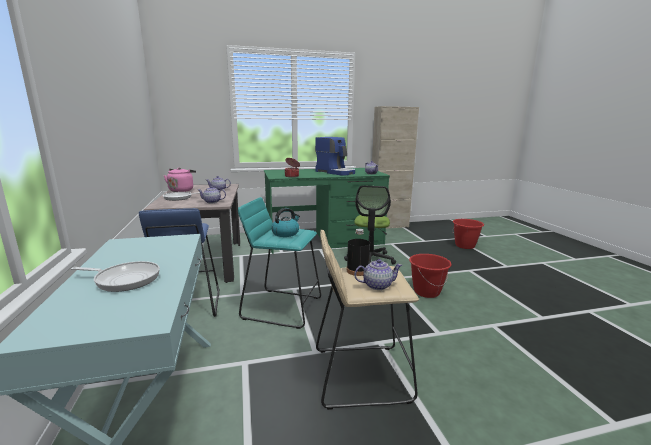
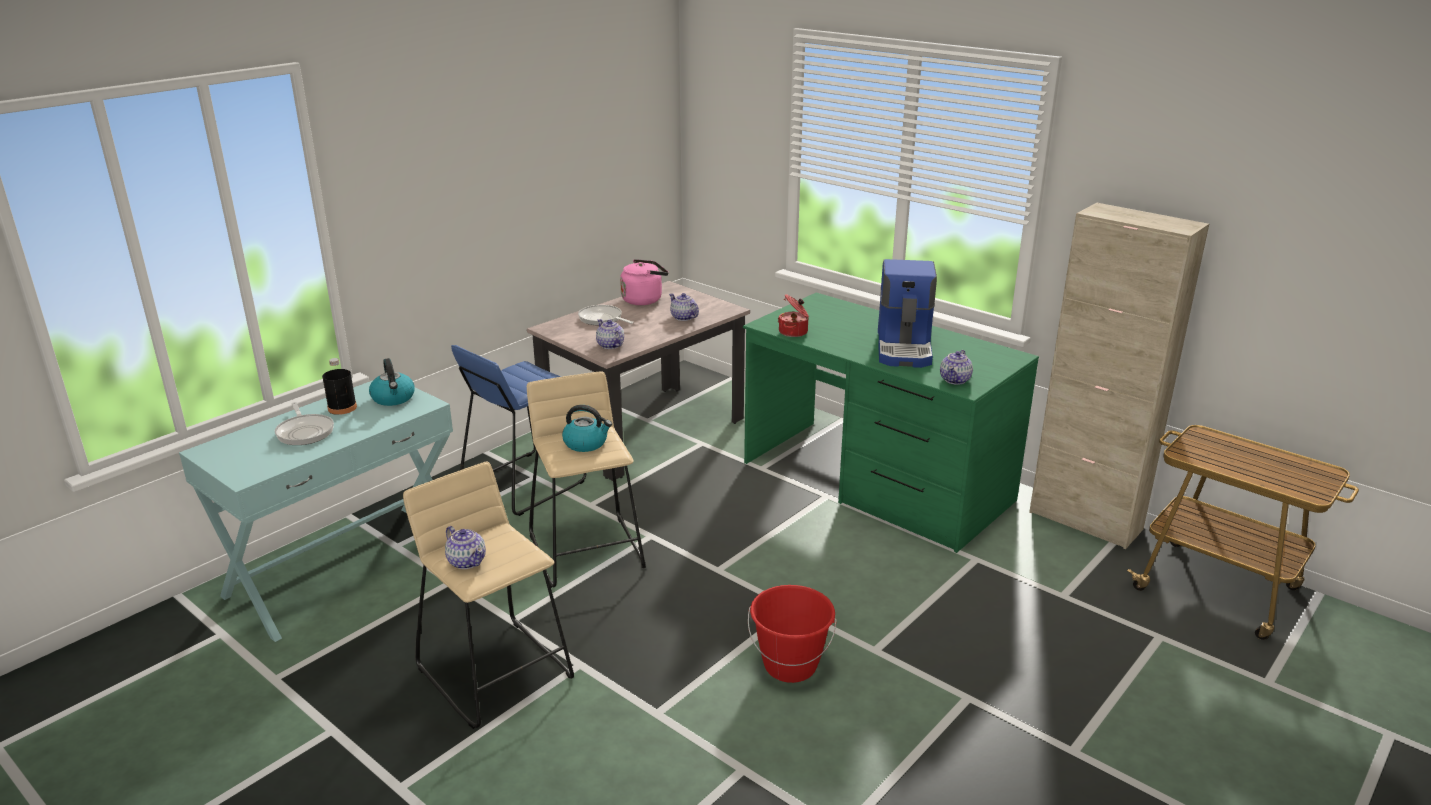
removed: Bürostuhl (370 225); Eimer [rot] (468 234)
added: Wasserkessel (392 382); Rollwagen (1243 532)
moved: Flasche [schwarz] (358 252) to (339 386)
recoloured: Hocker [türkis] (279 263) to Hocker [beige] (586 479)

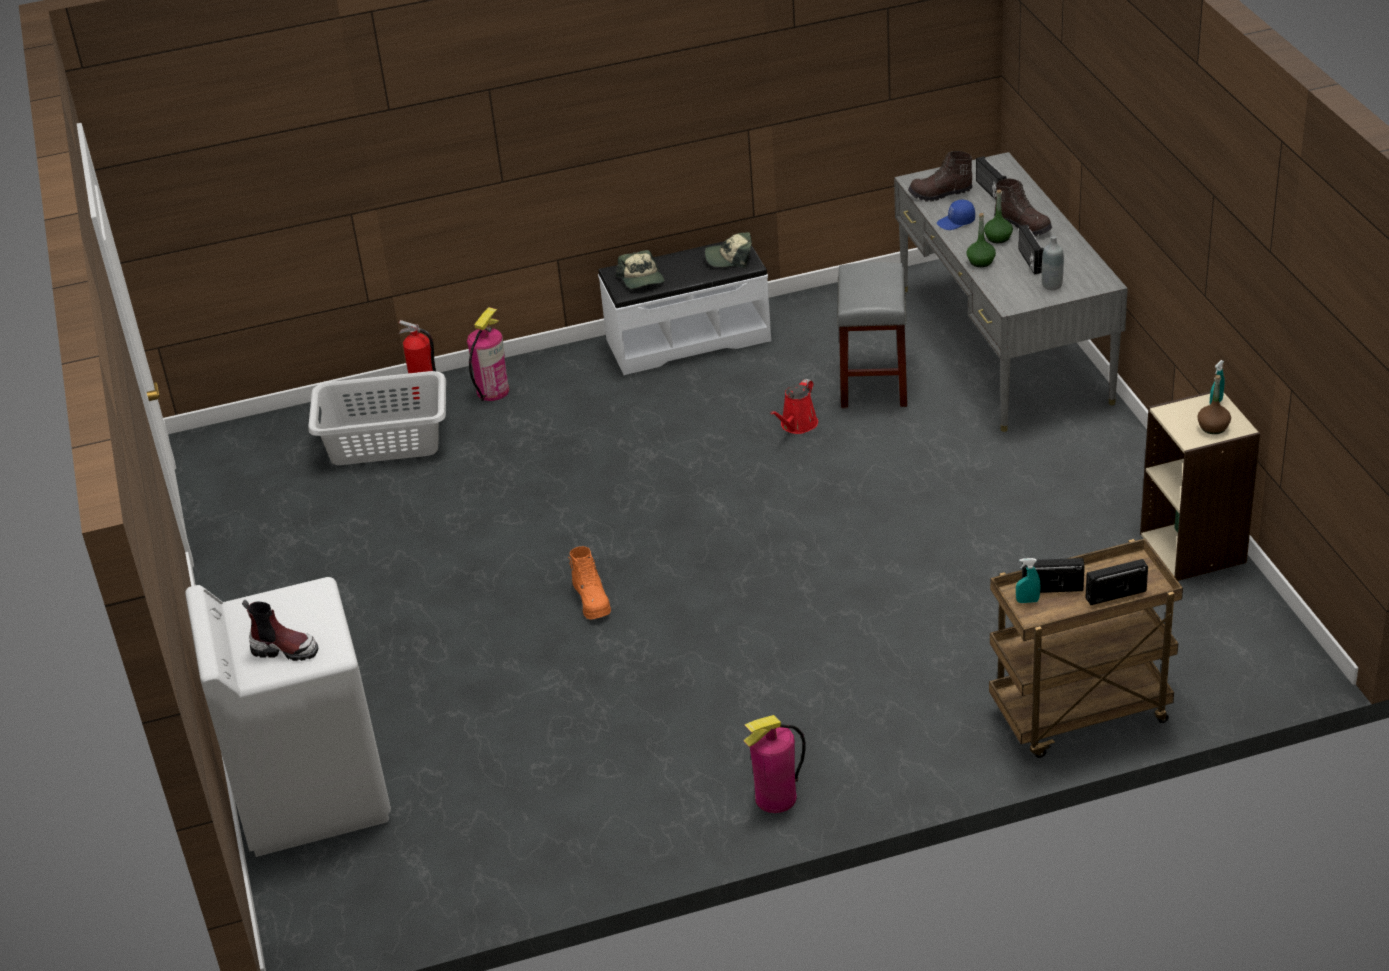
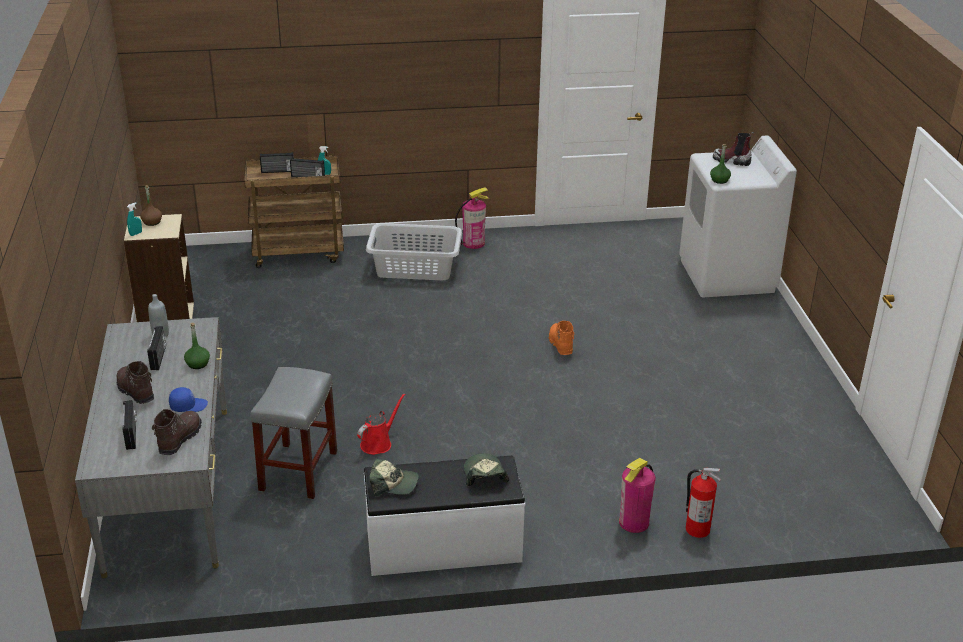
moved: Flasche [grün] (998 216) to (720 164); Wäschekorb [grau] (377 418) to (414 251)
turned: Stiefel [braun] (940 176) = (177 432) 75 degrees counterclockwise

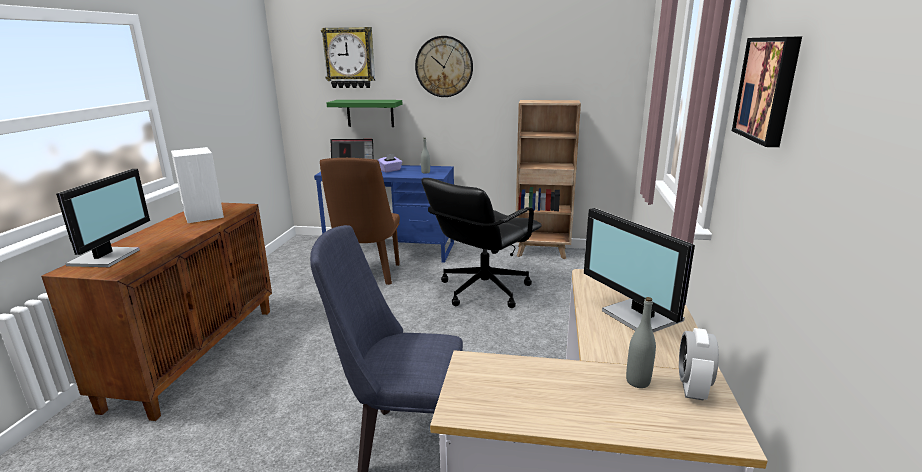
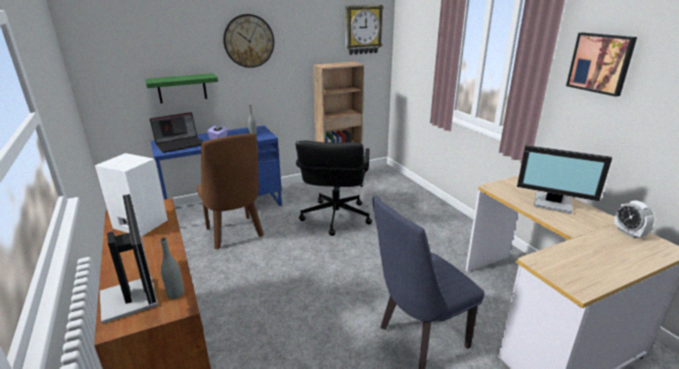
moved: Wanduhr (348 57) to (365 30); Flasche [grau] (641 342) to (172 268)

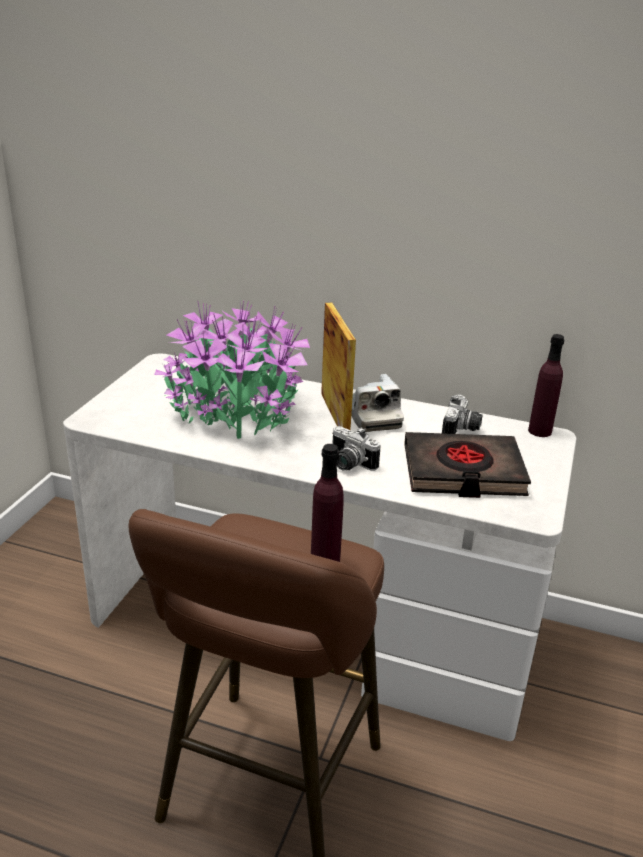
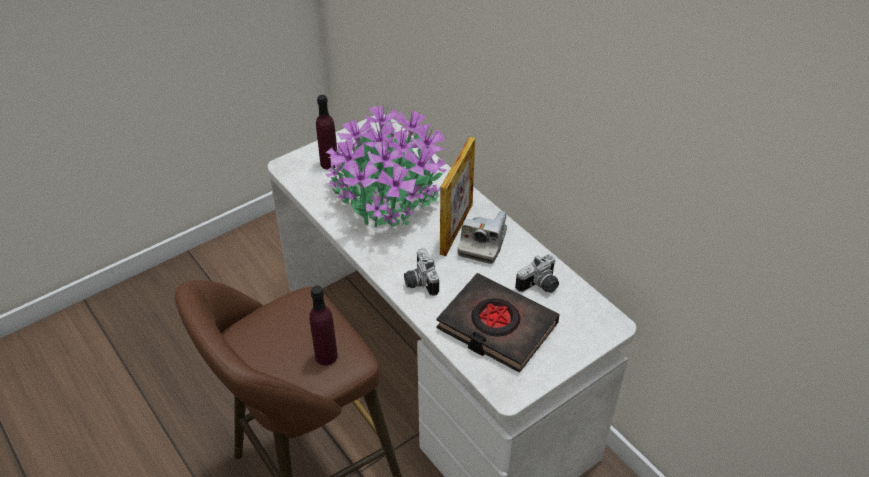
moved: Flasche [lila] (546 385) to (326 132)

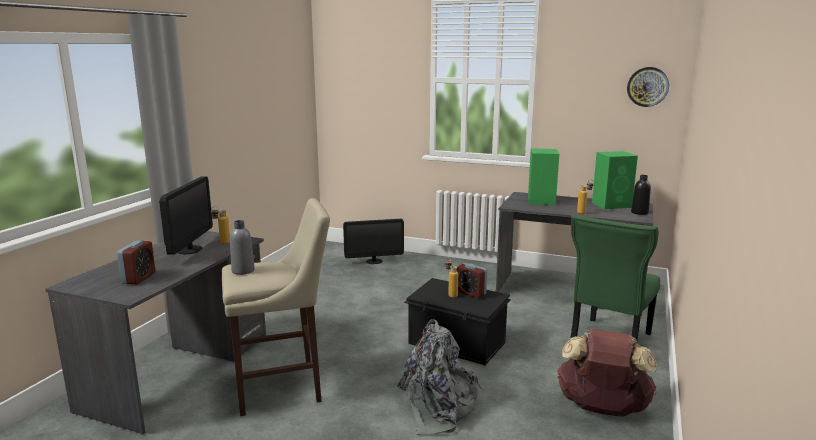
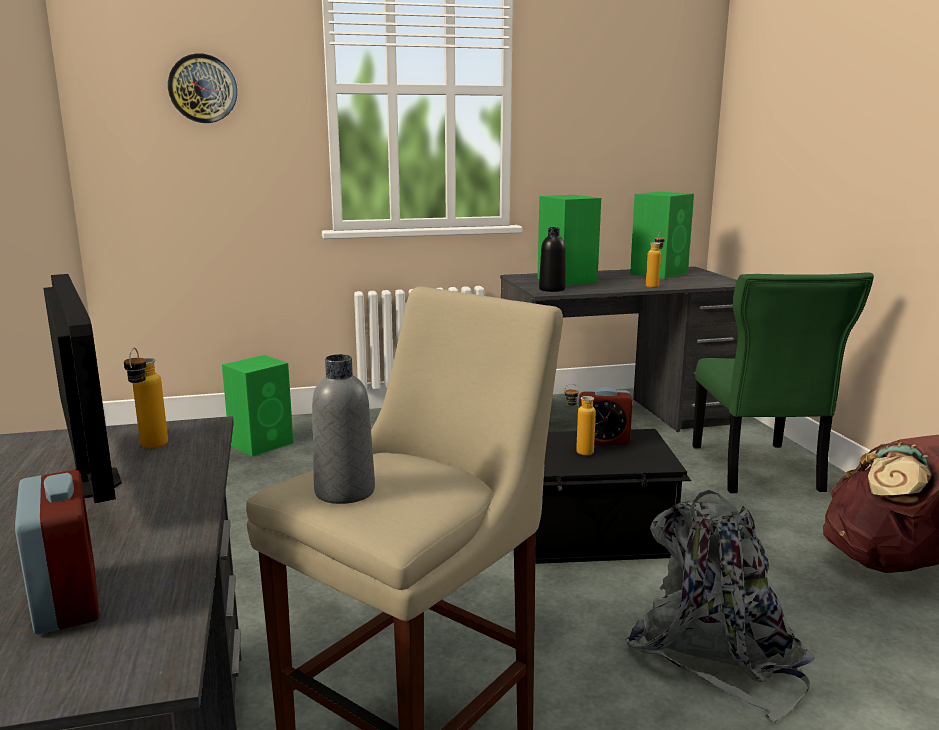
moved: Wanduhr (648 87) to (202 88); Flasche [schwarz] (641 195) to (552 259)
replaced: Monitor (373 241) to Lautsprecher [grün] (258 406)

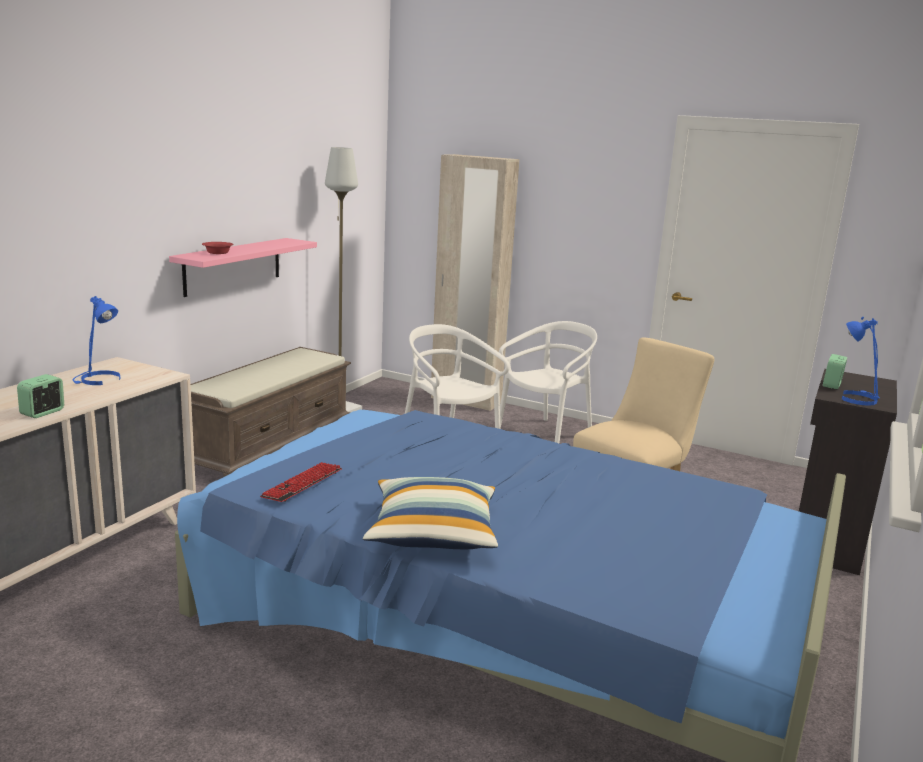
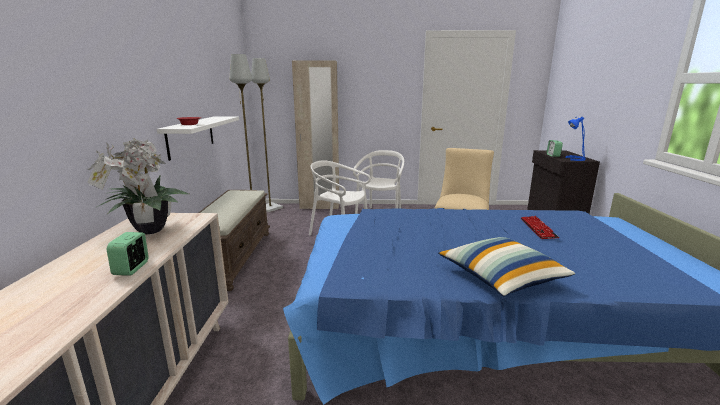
added: Stehlampe [grau] (267 135)
moved: Tastatur (301 482) to (540 227)
replaced: Tischlampe [blau] (97 340) to Topfpflanze (138 186)
recoloured: Wandregal [rosa] (243 267) to Wandregal [weiß] (198 138)

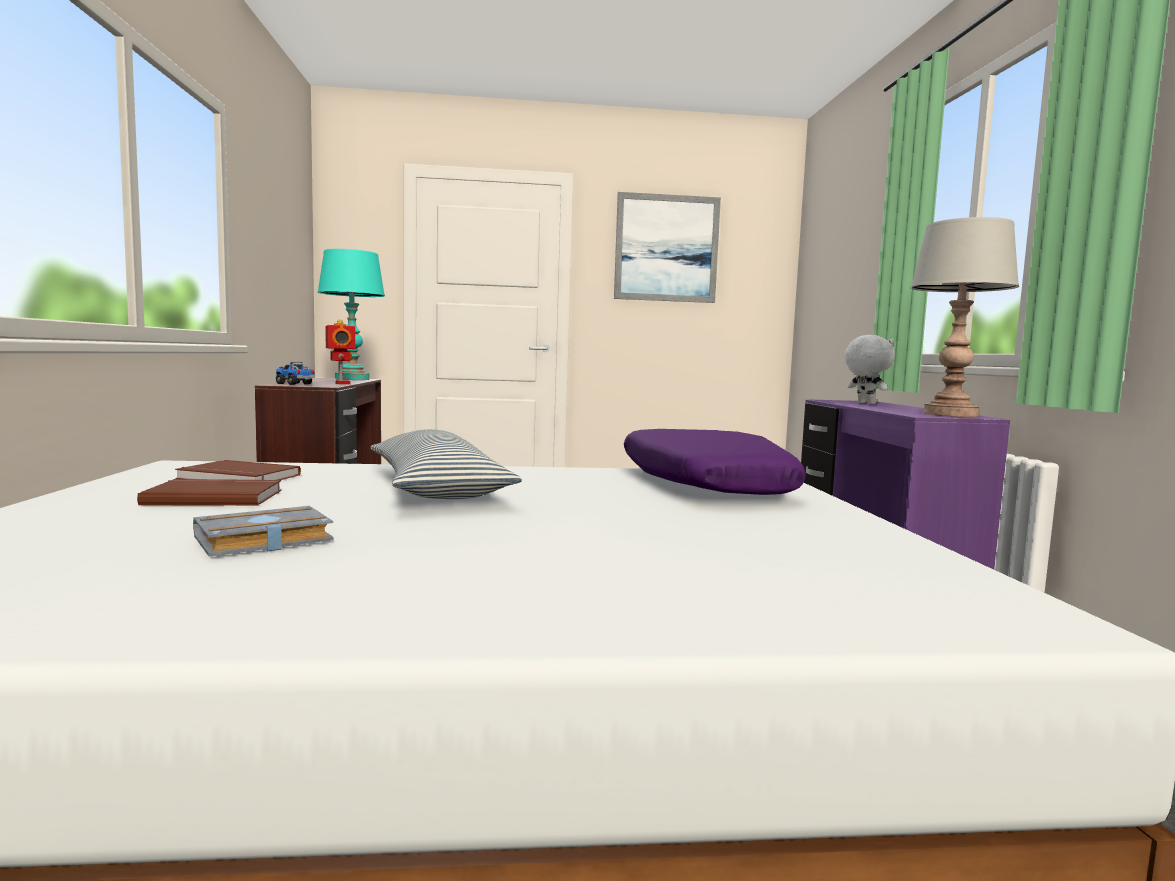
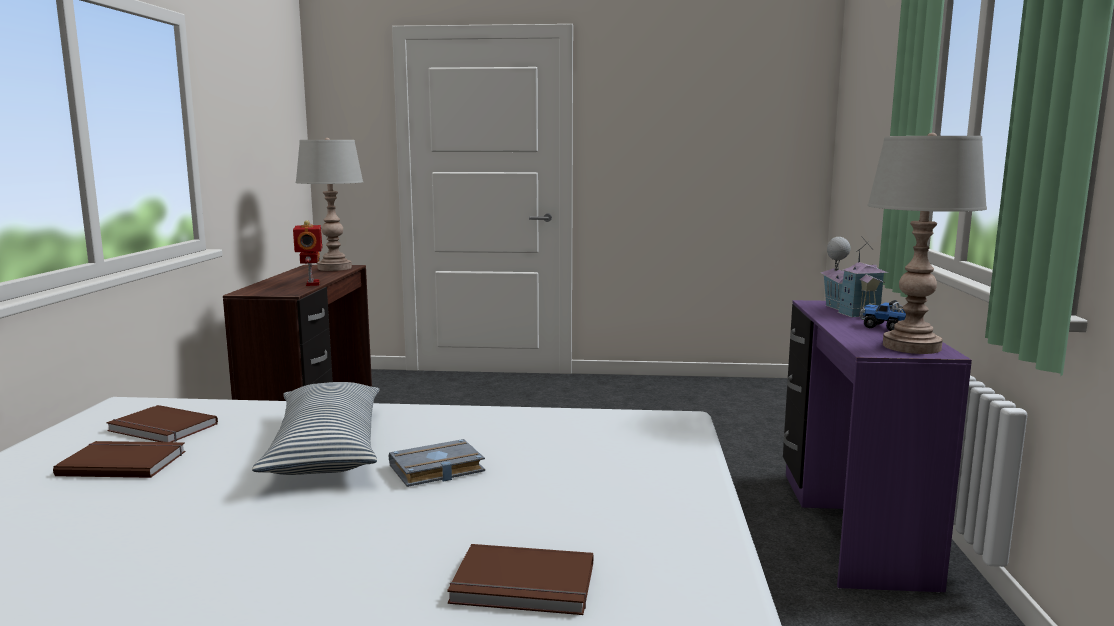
removed: Bild (667 247); Kissen [lila] (715 462)
added: Buch [braun] (520 579)
moved: Spielzeuglaster (295 373) to (883 315); Buch [grau] (263 531) to (437 463)
replaced: Plüschtier [weiß] (869 369) to Spielzeughaus (854 277)
recoloured: Tischlampe [türkis] (351 314) to Tischlampe [grau] (329 204)

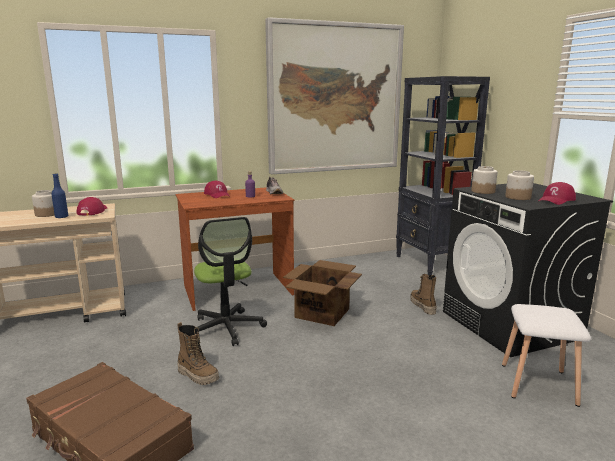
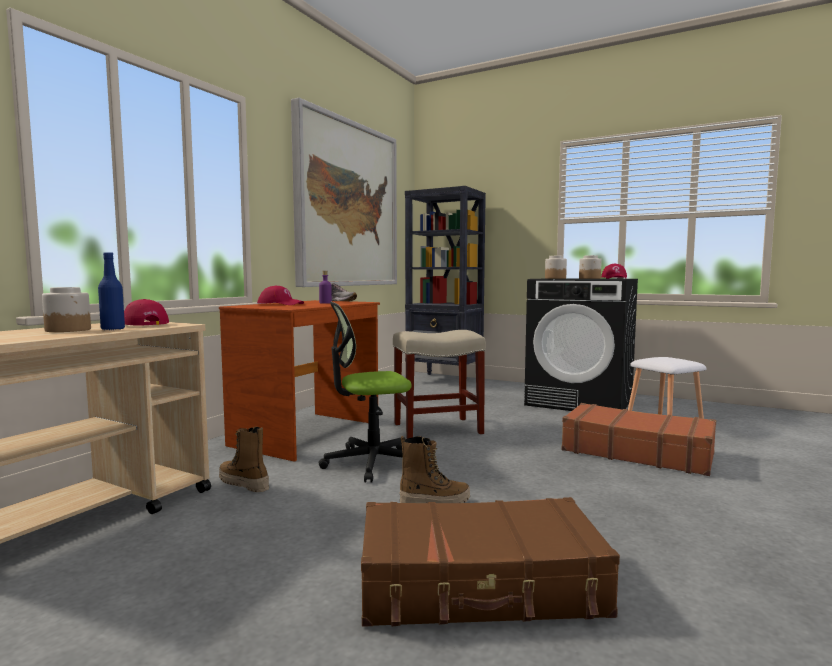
added: Koffer [braun] (638 439)
moved: Stiefel (423 294) to (244 459)
replaced: Karton (322 293) to Hocker [beige] (439 384)
turned: Bürostuhl (230 281) = (365 392) 135 degrees clockwise

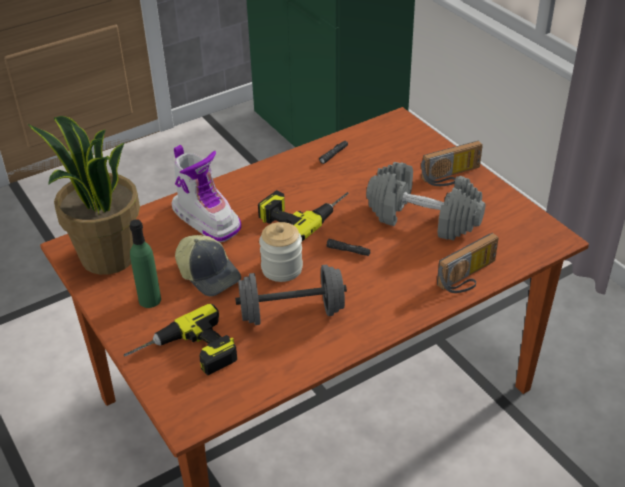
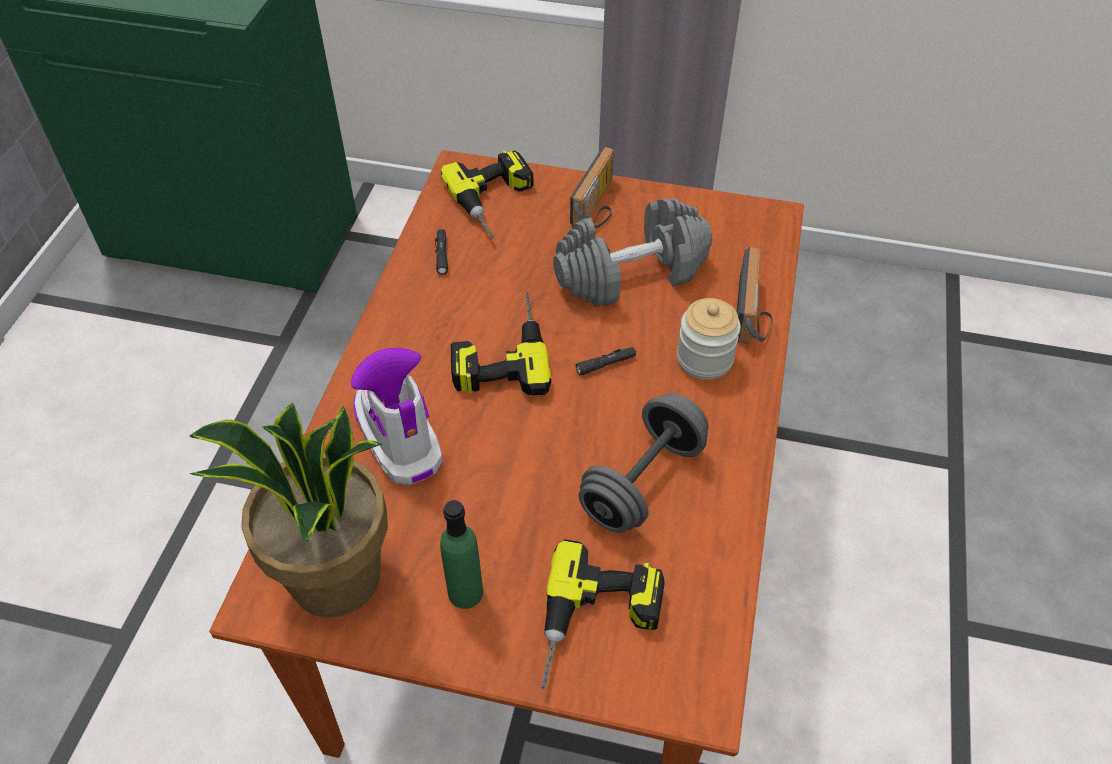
removed: Kappe (208 266)
added: Bohrmaschine (487 194)
moved: Vorratsglas (281 252) to (709 339)
turned: Stiefel (206 193) = (397 417) 120 degrees counterclockwise

